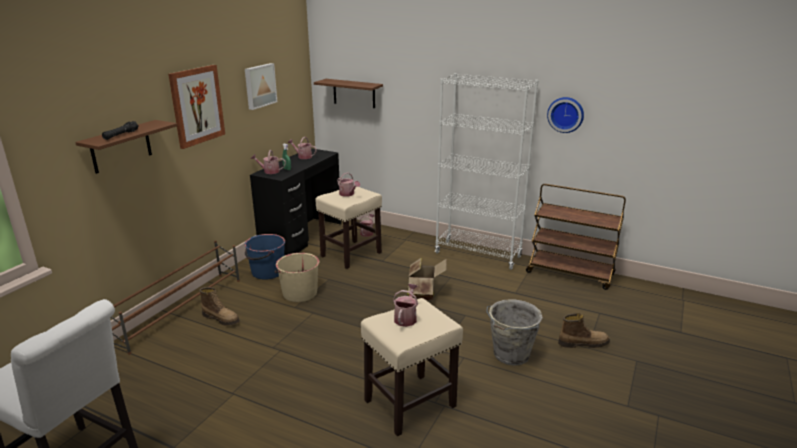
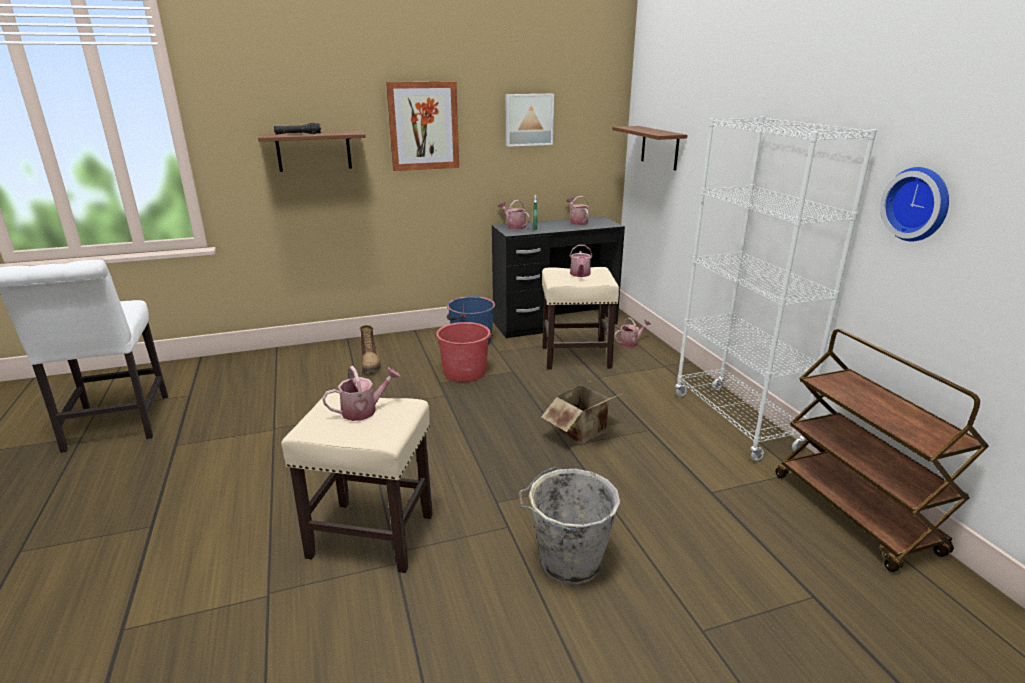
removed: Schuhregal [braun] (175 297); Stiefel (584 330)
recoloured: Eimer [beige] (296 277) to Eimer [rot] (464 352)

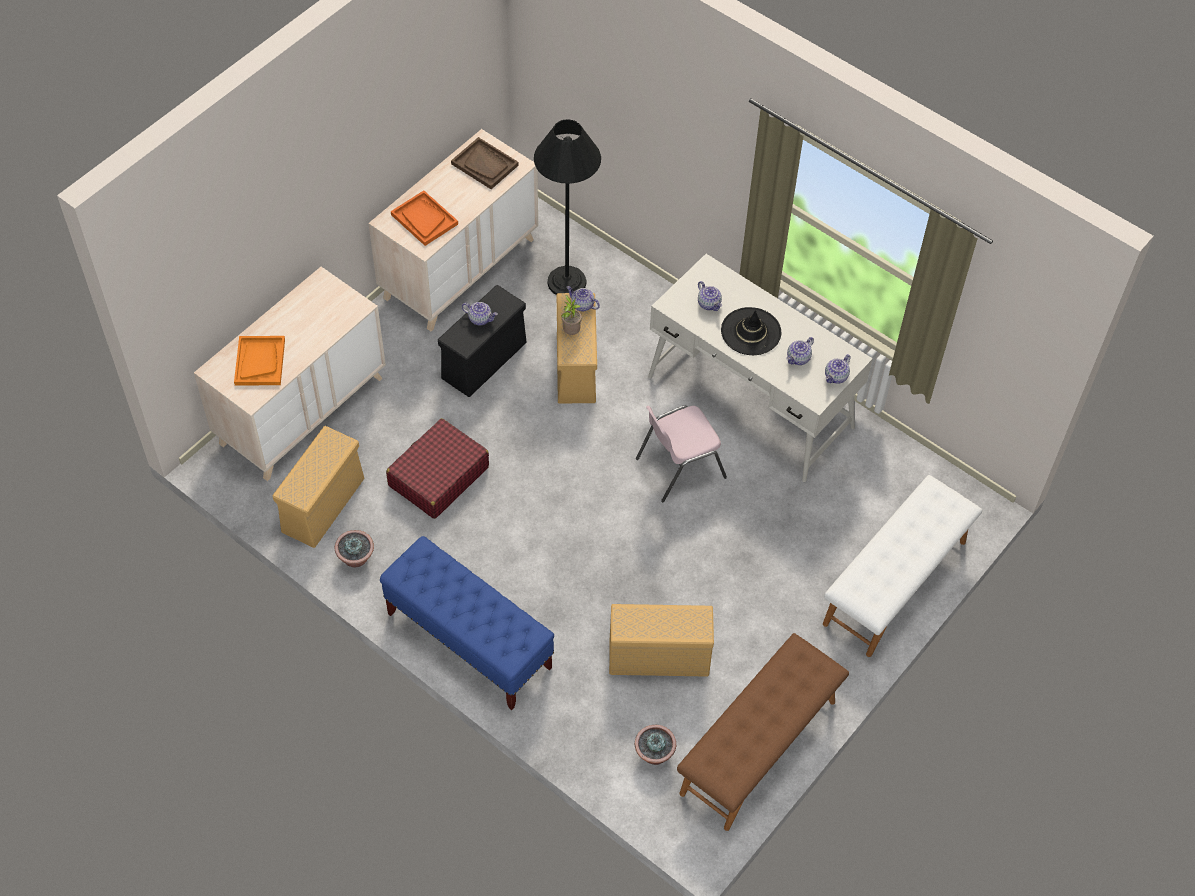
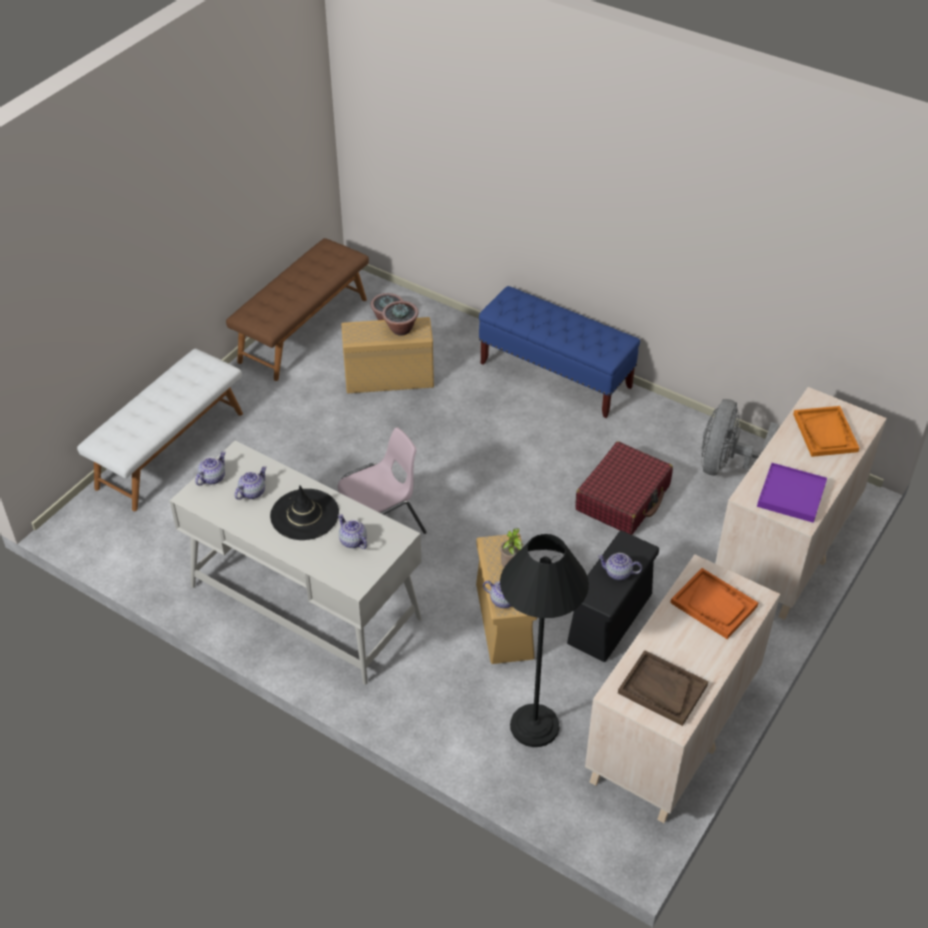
added: Tablett [lila] (792 493)
moved: Topfpflanze (354 548) to (400 318)
replaced: Aufbewahrungsbox [beige] (318 487) to Ventilator [grau] (739 437)

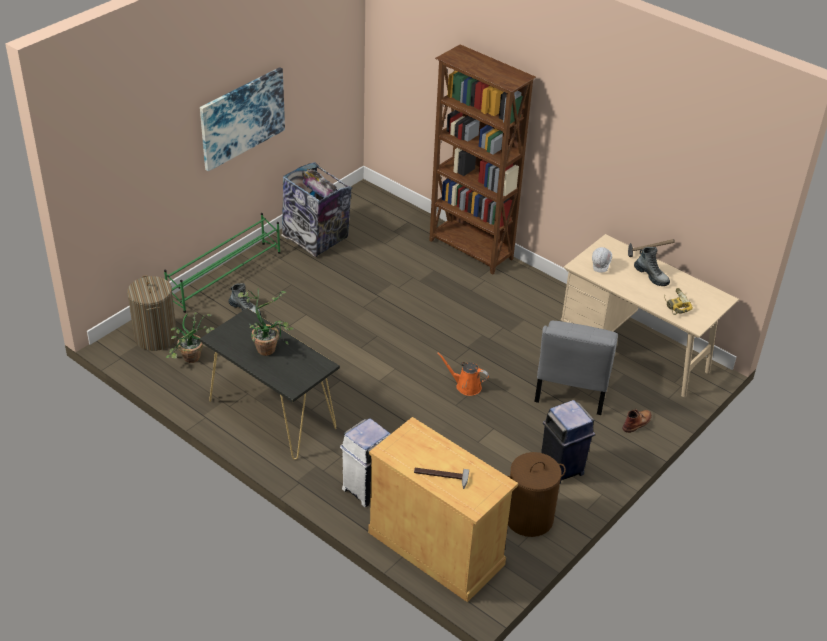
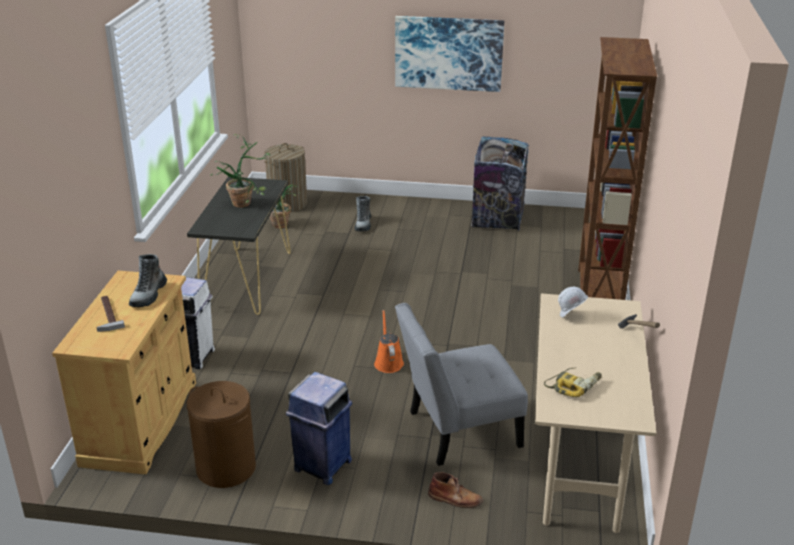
removed: Schuhregal [grün] (222 263)
moved: Stiefel (652 266) to (148 280)

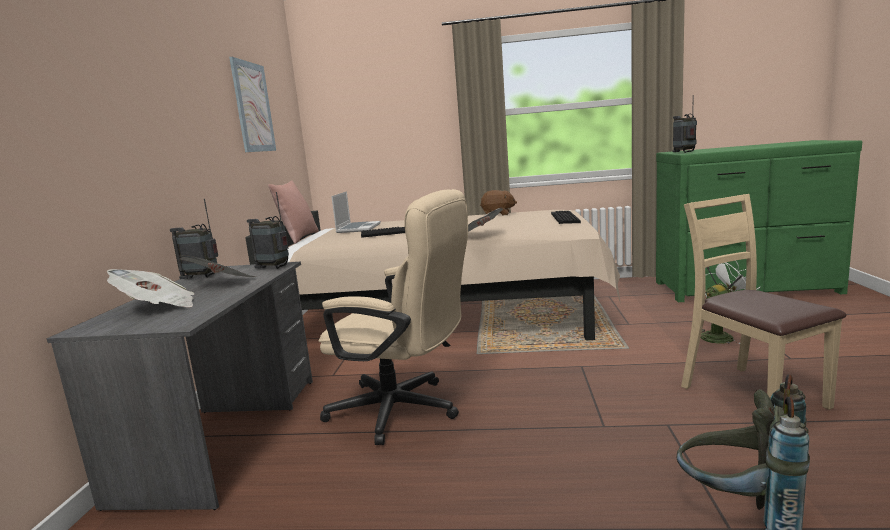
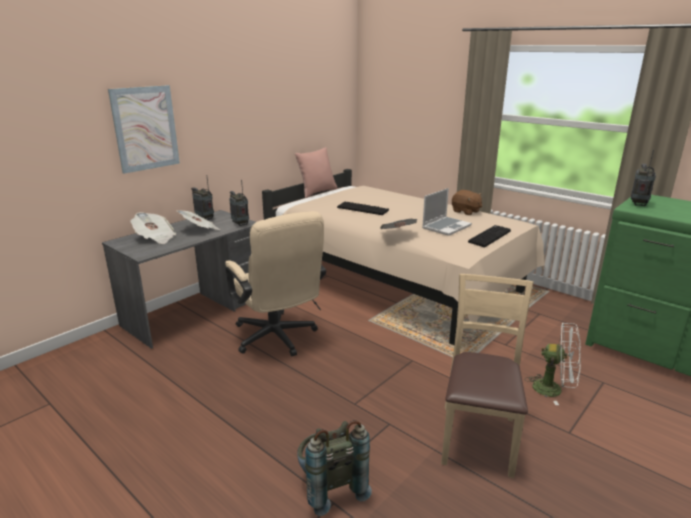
moved: Bild (252 104) to (144 129); Laptop (356 212) to (447 212)

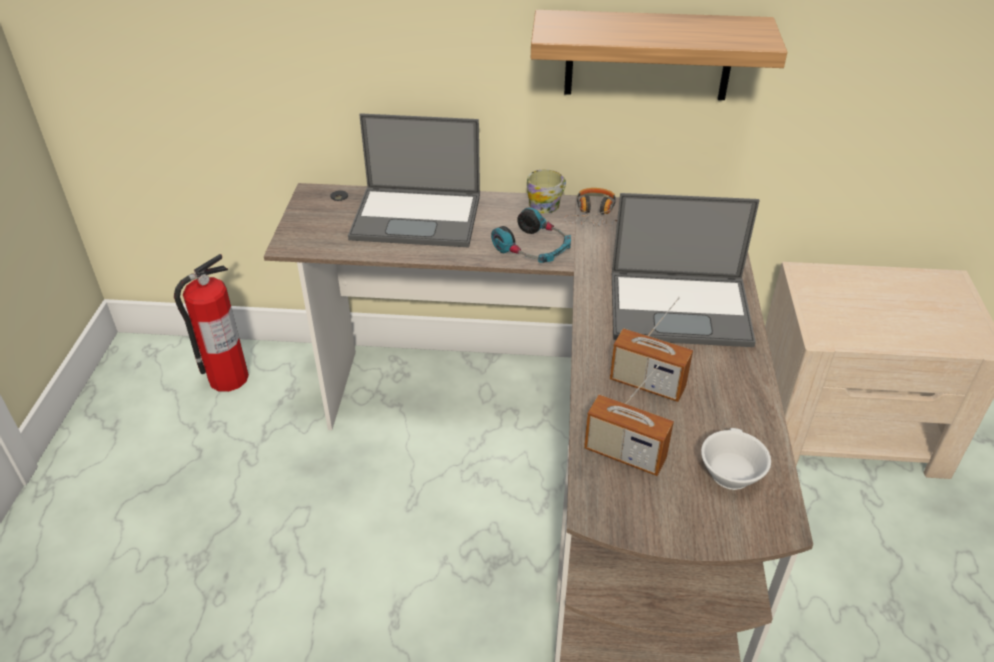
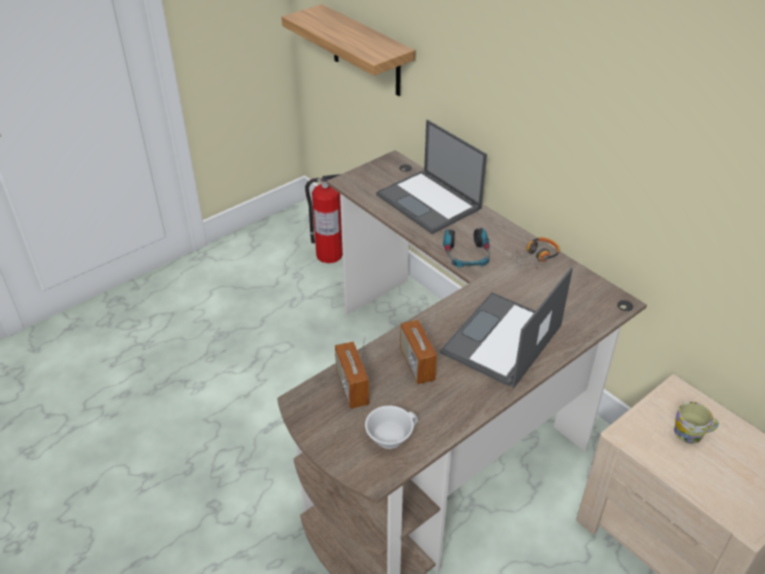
moved: Wandregal (659 55) to (348 50); Henkelbecher (546 191) to (696 423)
turned: Laptop (686 270) = (506 327) 75 degrees clockwise

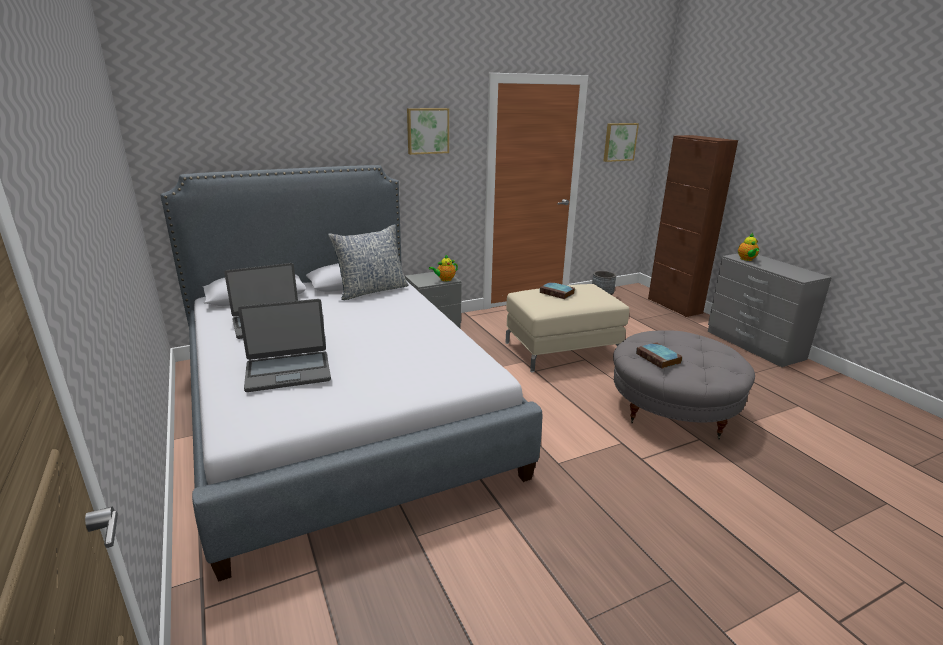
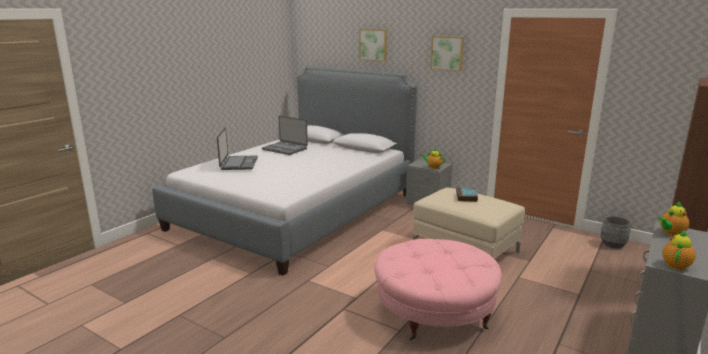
removed: Kissen (368 262); Buch (659 355)
added: Teekanne (679 250)
moved: Bild (621 142) to (373 45)
recoloured: Polsterhocker [grau] (684 384) to Polsterhocker [rosa] (438 289)
turned: Laptop (284 345) = (237 148) 135 degrees counterclockwise

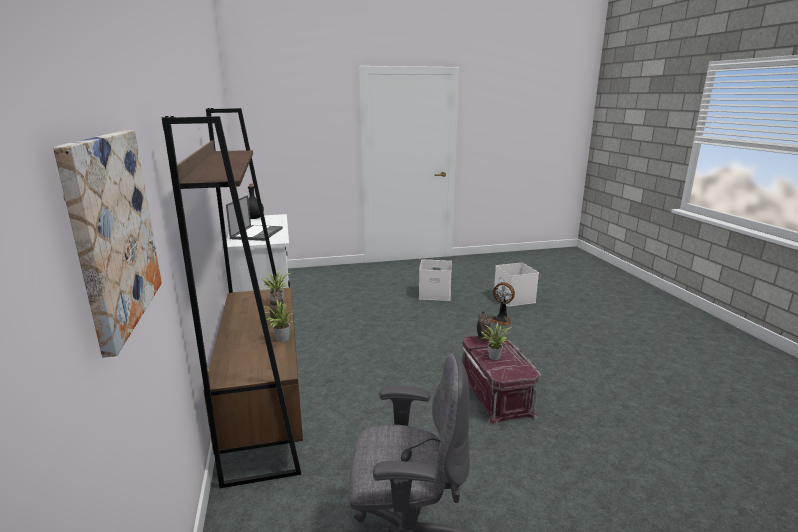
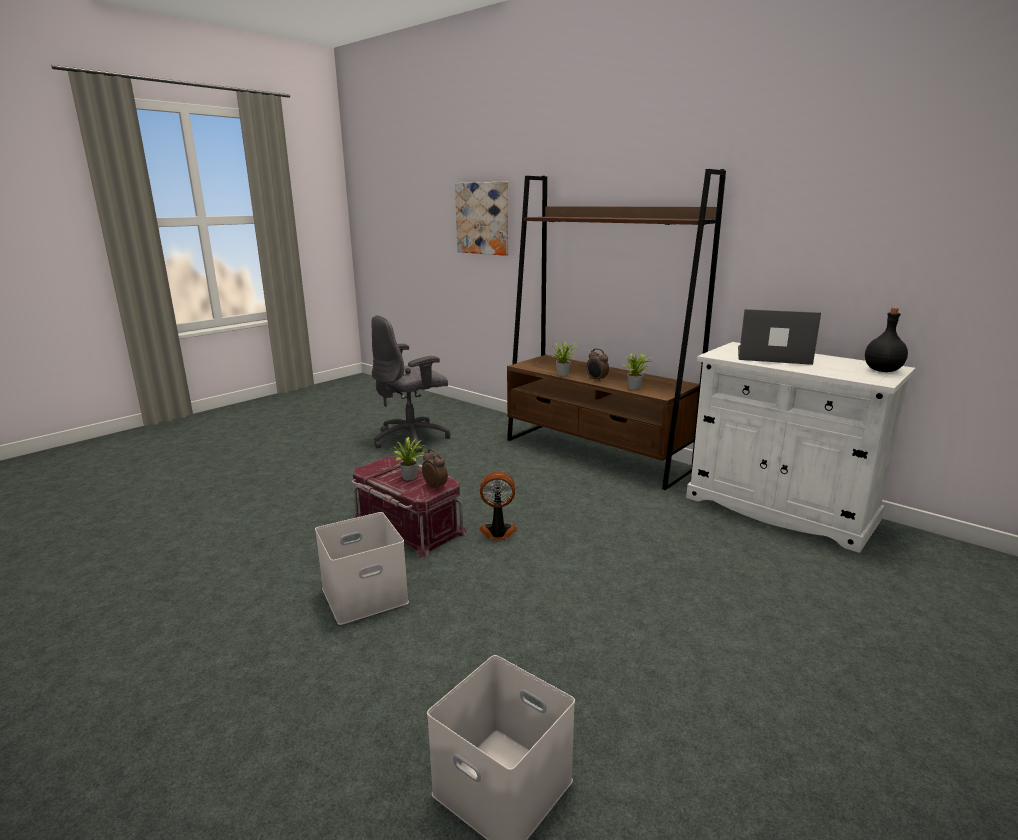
moved: Aufbewahrungsbox [weiß] (435 280) to (362 568); Ventilator (502 304) to (498 505)
turned: Laptop (254 218) = (779 337) 135 degrees clockwise

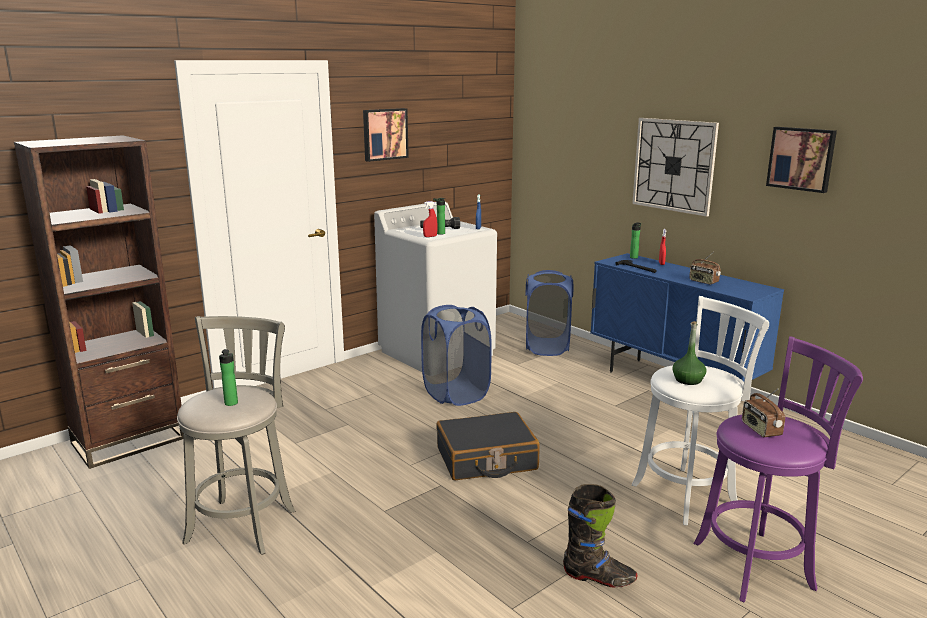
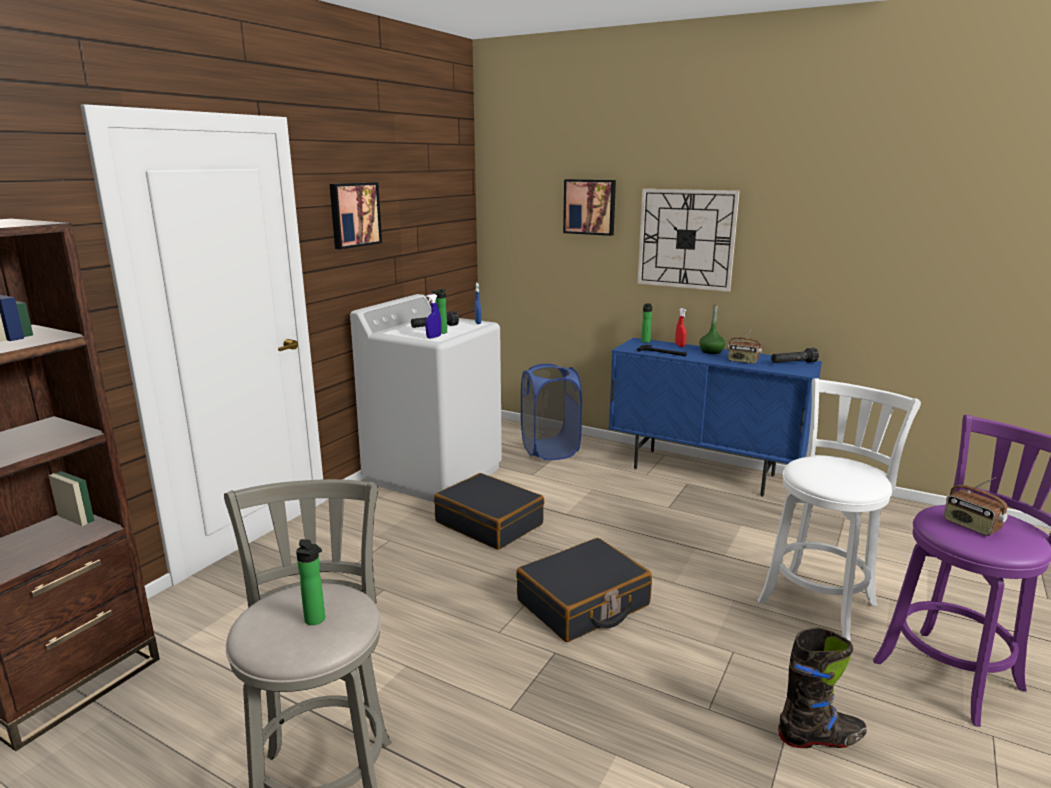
added: Taschenlampe [schwarz] (795 355)
moved: Bild (801 160) to (589 207); Flasche [grün] (689 353) to (712 329)
replaced: Wäschekorb [blau] (456 355) to Koffer [schwarz] (489 511)
recoloured: Sprühflasche [rot] (430 219) to Sprühflasche [blau] (433 316)

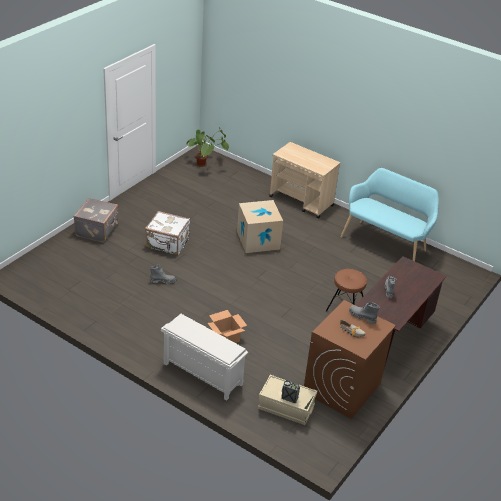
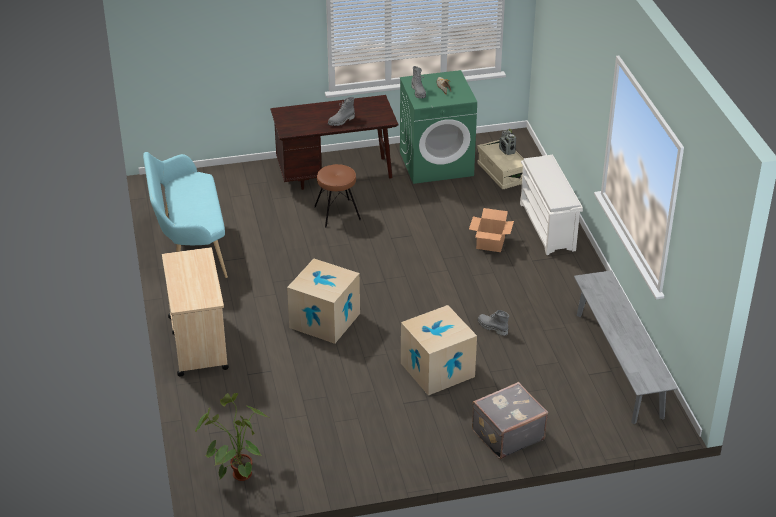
added: Bank [grau] (626 347)
replaced: Koffer [weiß] (167 233) to Karton (439 350)
recoloured: Waschmaschine [braun] (350 359) to Waschmaschine [grün] (438 127)

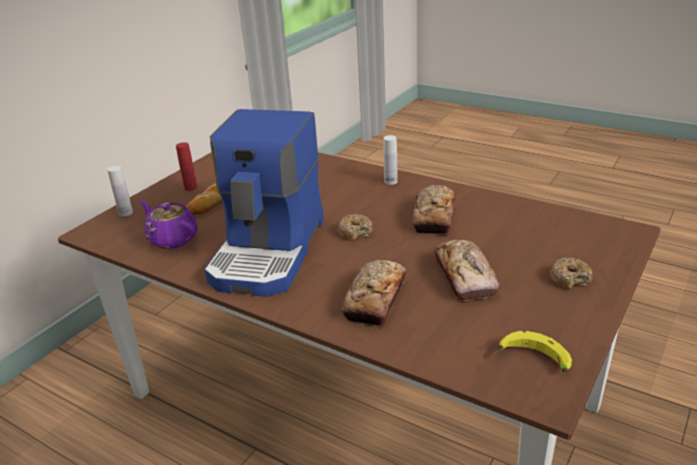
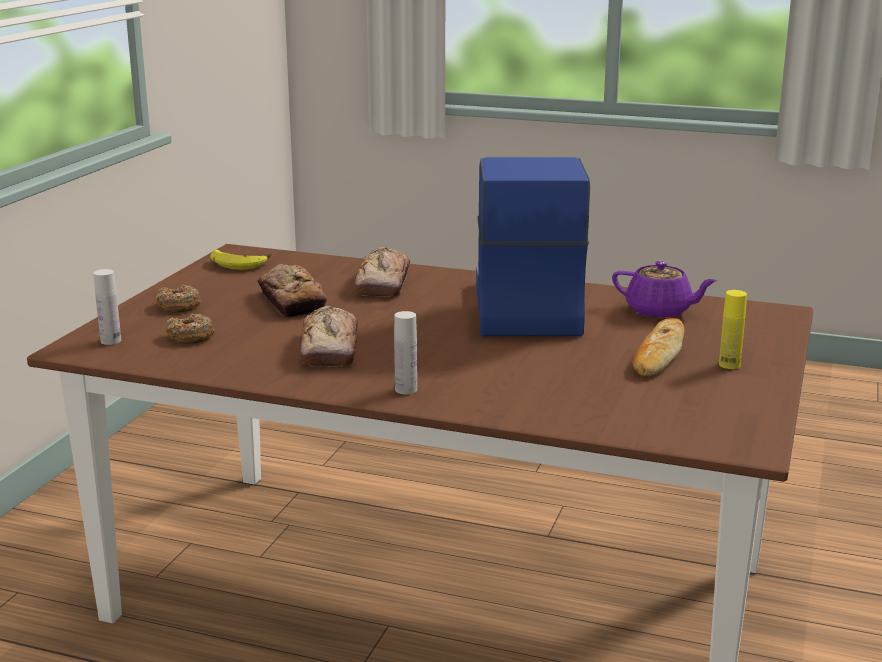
moved: Flasche [weiß] (120 191) to (107 307); Donut (355 227) to (190 328)
recoloured: Flasche [rot] (186 166) to Flasche [gelb] (733 329)

